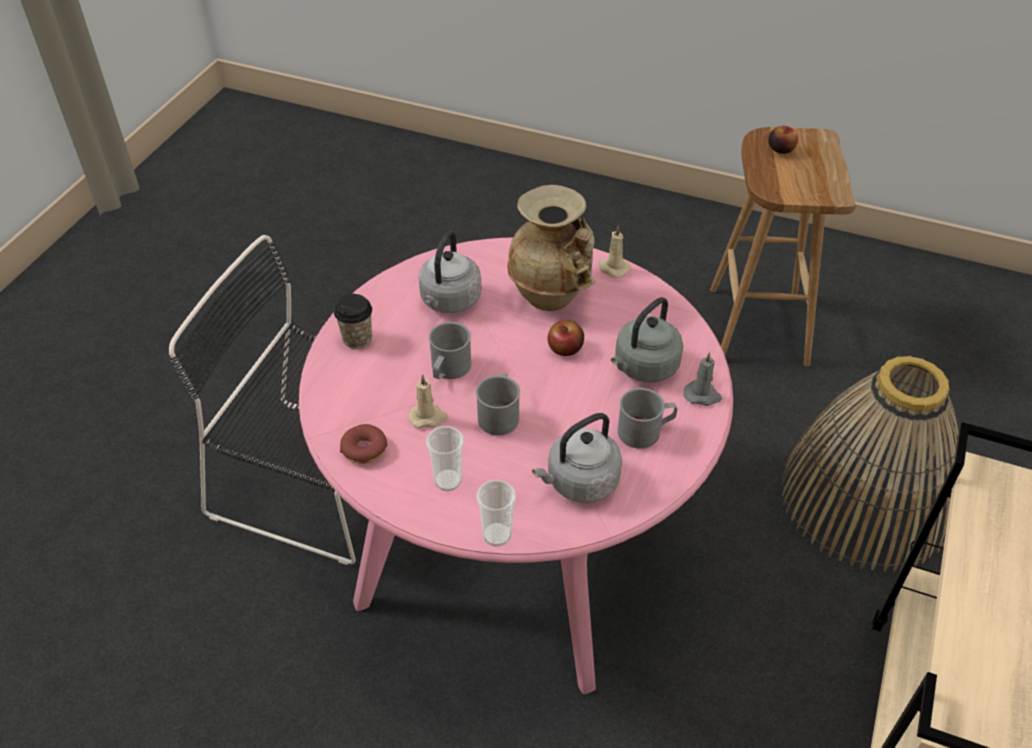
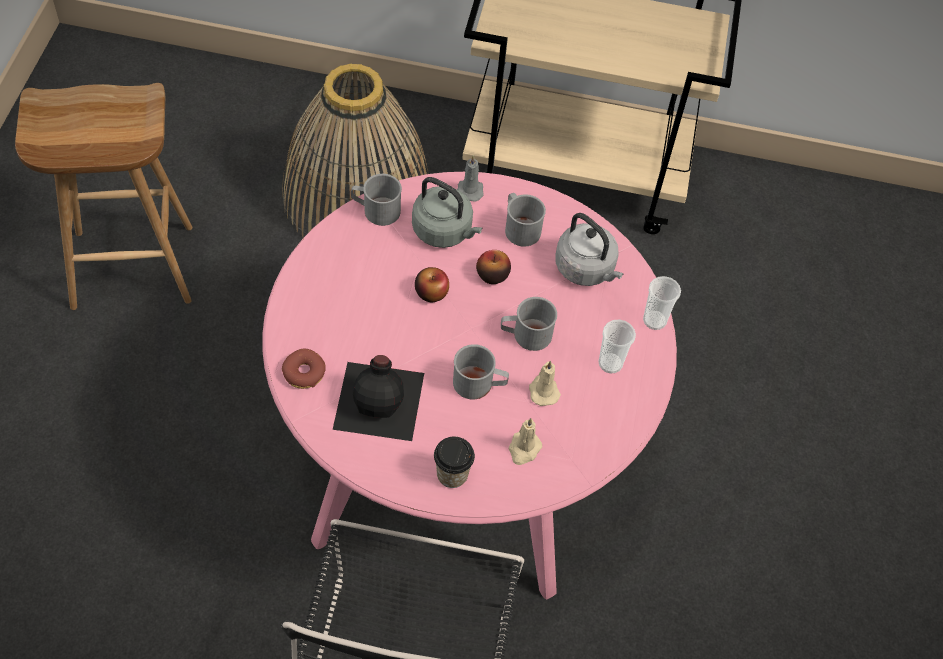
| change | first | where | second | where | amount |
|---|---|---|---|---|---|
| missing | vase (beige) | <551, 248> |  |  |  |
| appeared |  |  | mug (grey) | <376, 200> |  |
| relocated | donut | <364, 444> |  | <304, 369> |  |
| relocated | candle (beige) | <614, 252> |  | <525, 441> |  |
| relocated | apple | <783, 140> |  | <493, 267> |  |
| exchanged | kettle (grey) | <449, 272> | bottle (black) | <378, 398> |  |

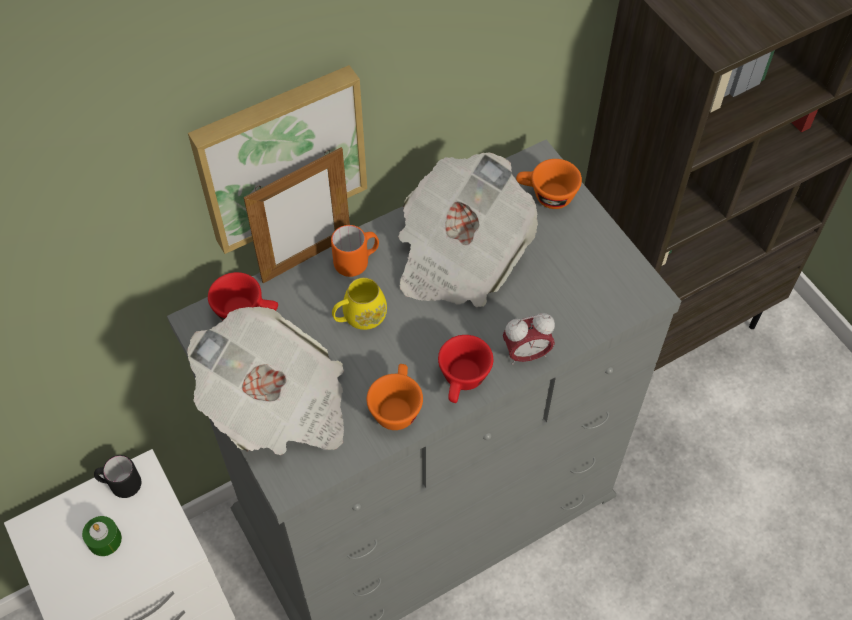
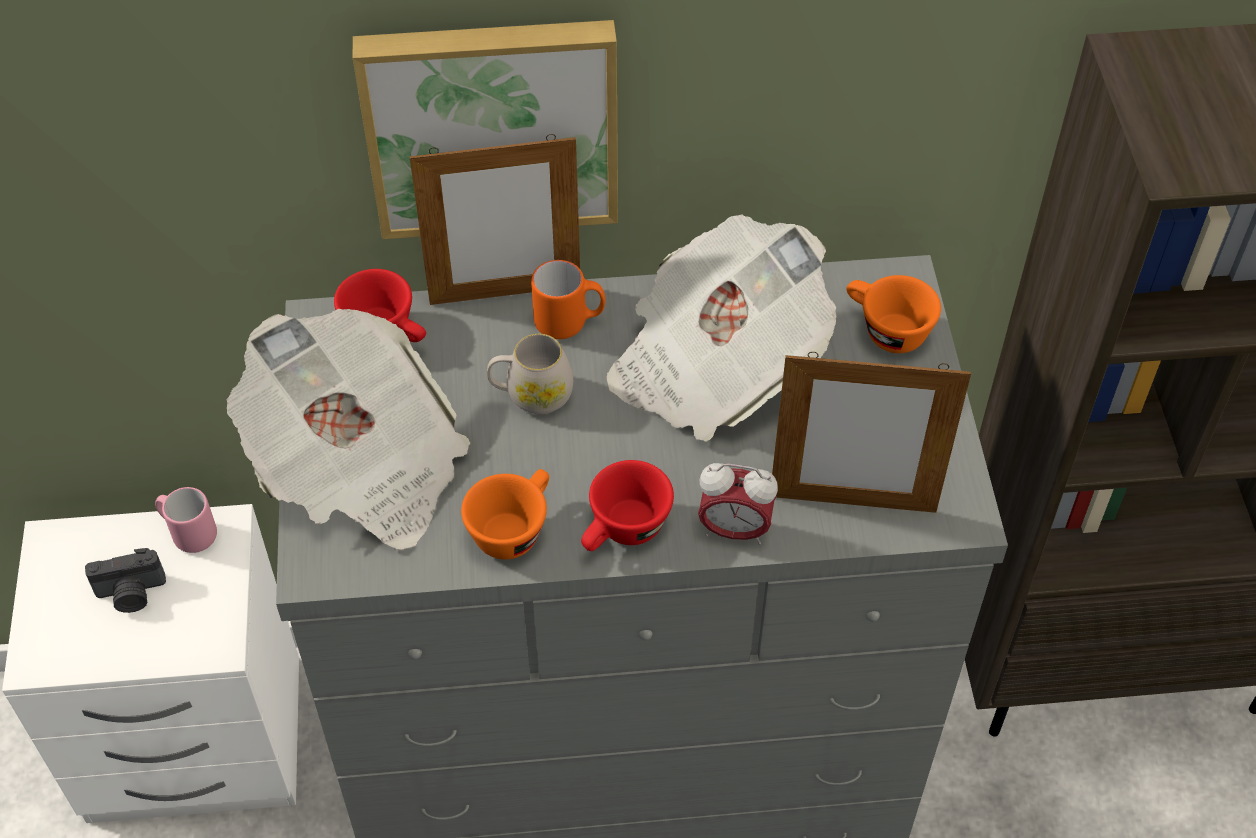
| change | first | where | second | where | amount |
|---|---|---|---|---|---|
| appeared |  |  | picture frame | <871, 432> |  |
| exchanged | candle (green) | <102, 536> | photo camera | <125, 580> |  |
| colour | mug (black) | <117, 476> | mug (pink) | <186, 520> |  |
| colour | mug (yellow) | <359, 304> | mug (white) | <530, 374> |  |

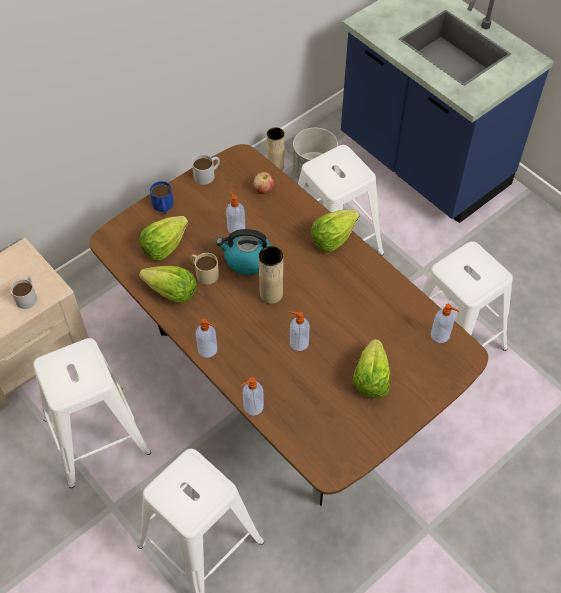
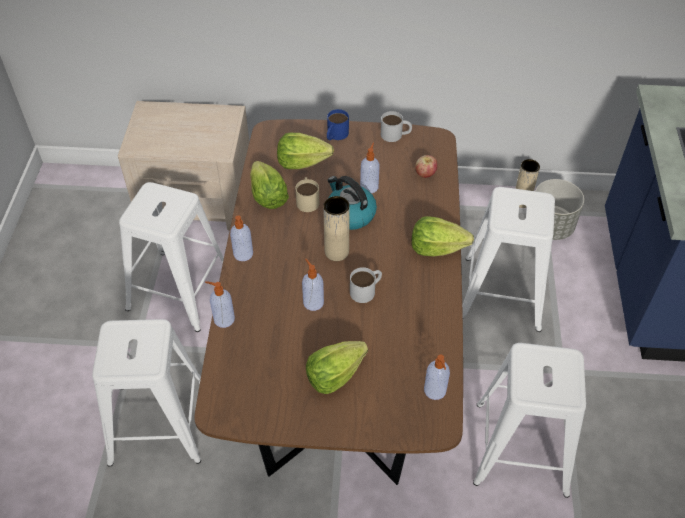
| change | first | where | second | where | amount |
|---|---|---|---|---|---|
| relocated | mug (white) | <24, 292> |  | <366, 285> |  |

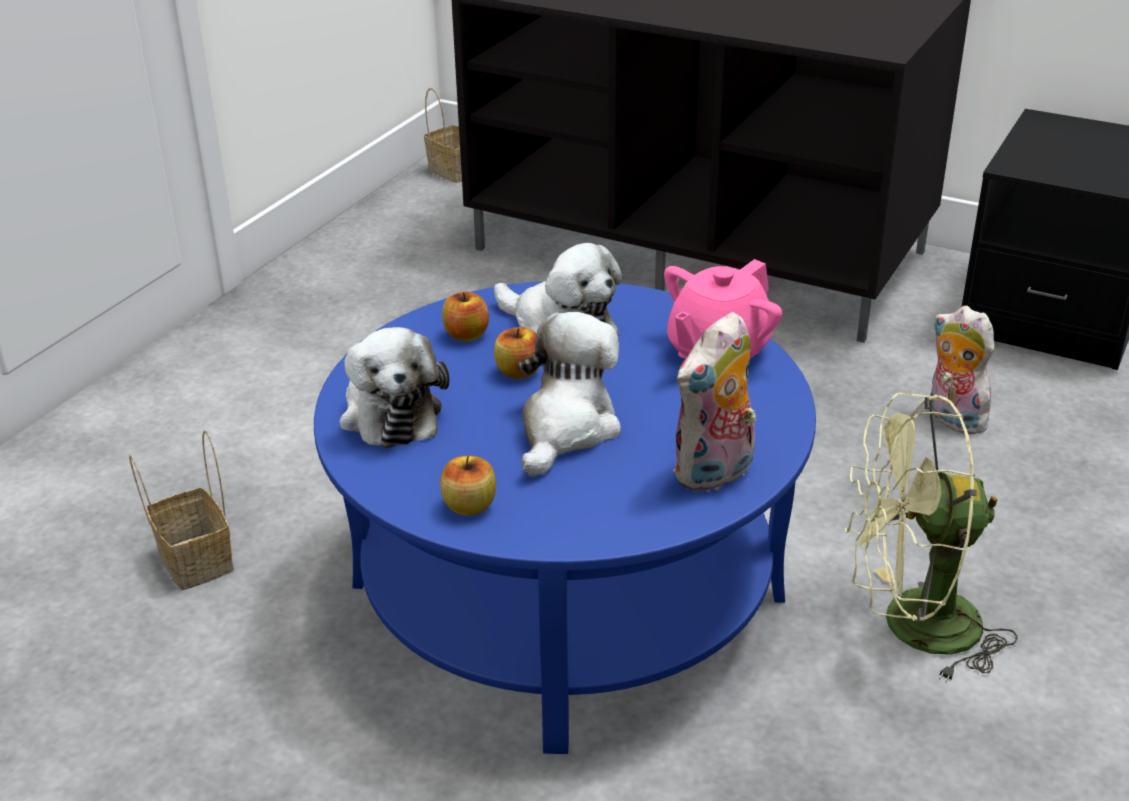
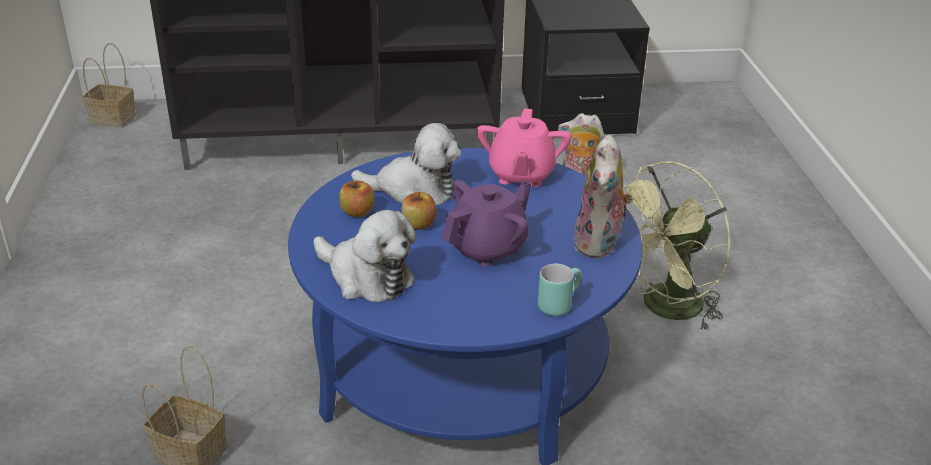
| change | first | where | second | where | amount |
|---|---|---|---|---|---|
| missing | apple | <468, 486> |  |  |  |
| appeared |  |  | mug (turquoise) | <560, 290> |  |
| exchanged | plush toy | <569, 394> | teapot (purple) | <486, 223> |  |

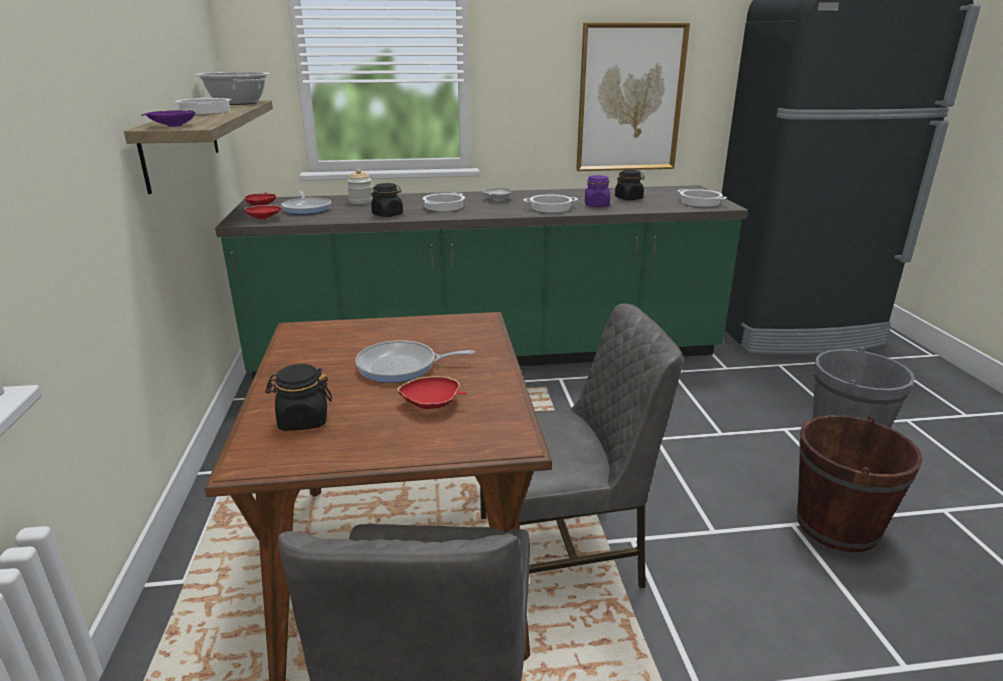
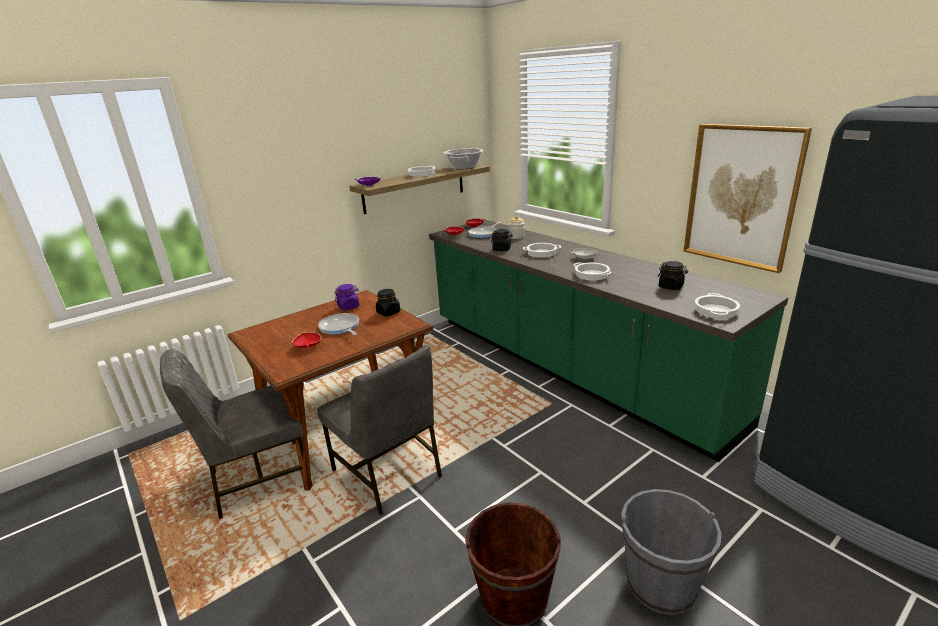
| change | first | where | second | where | amount |
|---|---|---|---|---|---|
| relocated | jar (black) | <298, 397> |  | <388, 302> |  |
| relocated | jar (purple) | <597, 191> |  | <347, 297> |  |

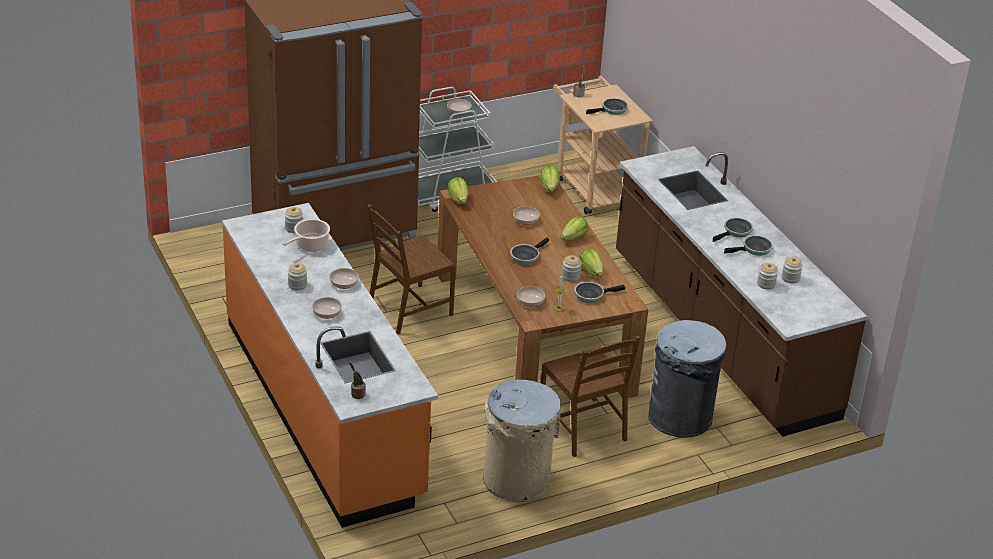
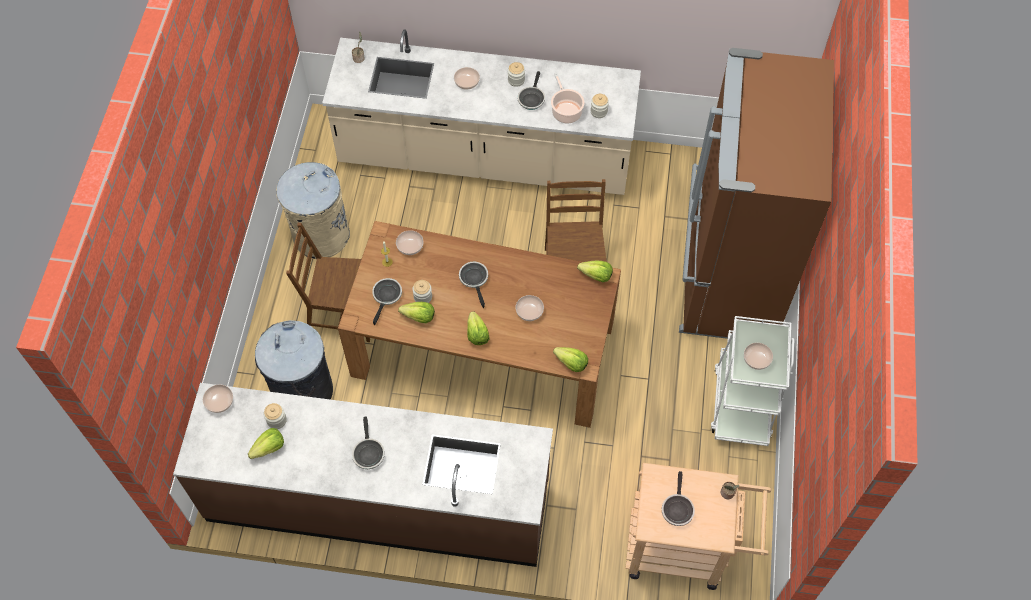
| change | first | where | second | where | amount |
|---|---|---|---|---|---|
| relocated | bowl | <344, 278> |  | <218, 399> |  |
| relocated | frying pan | <748, 245> |  | <531, 90> |  |
| exchanged | jar | <792, 270> | lettuce | <266, 443> |  |
| colour | counter (orange) | <330, 365> | counter (beige) | <481, 112> |  |

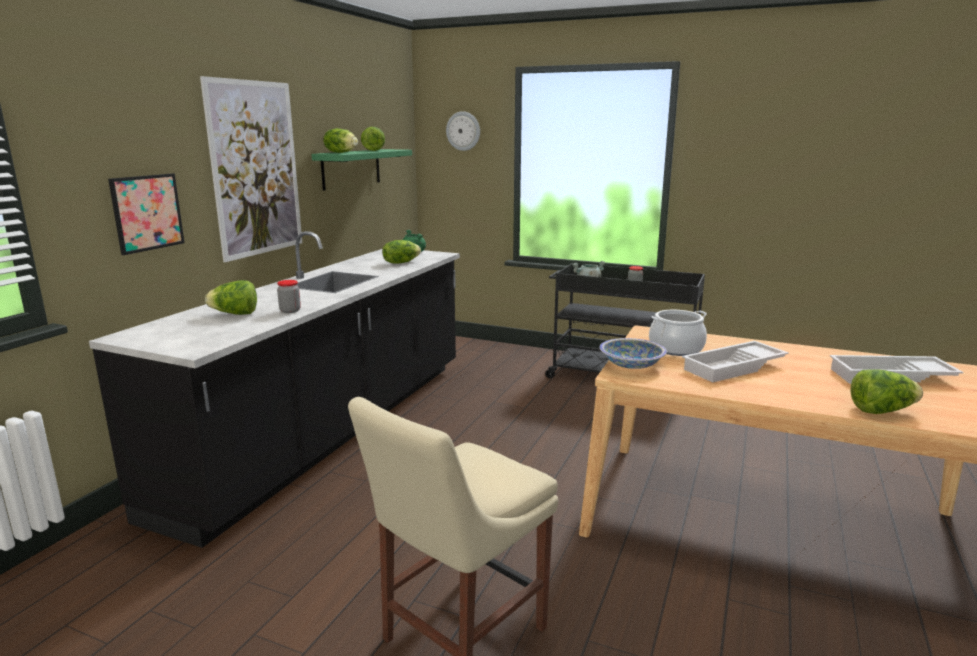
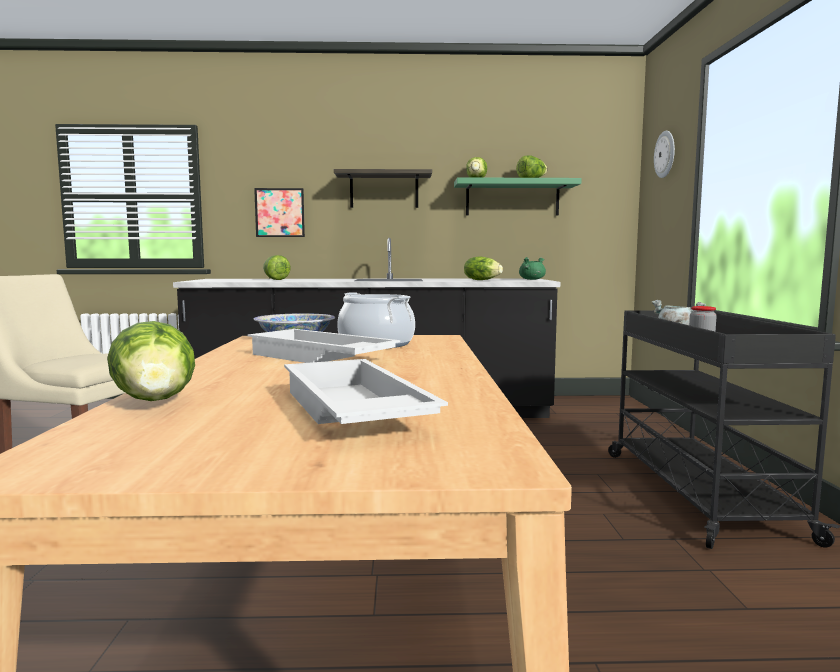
| change | first | where | second | where | amount |
|---|---|---|---|---|---|
| missing | jar | <289, 296> |  |  |  |
| exchanged | picture | <251, 169> | shelf | <383, 188> |  |

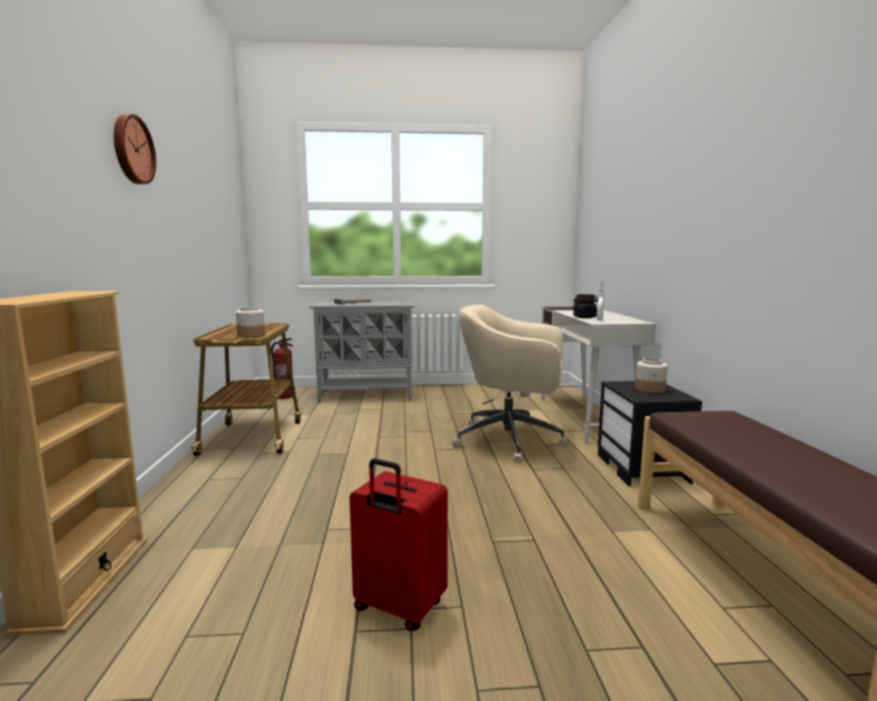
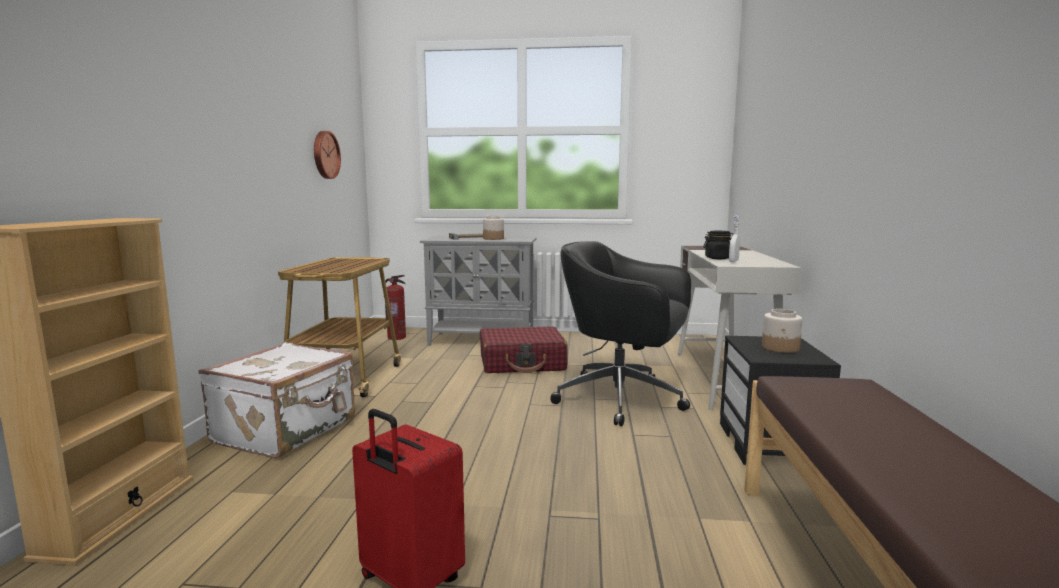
| change | first | where | second | where | amount |
|---|---|---|---|---|---|
| appeared |  |  | suitcase (white) | <276, 400> |  |
| appeared |  |  | suitcase (red) | <524, 349> |  |
| relocated | wall clock | <135, 149> |  | <327, 155> |  |
| relocated | jar | <250, 322> |  | <493, 228> |  |
| colour | office chair (beige) | <511, 384> | office chair (black) | <620, 333> |  |

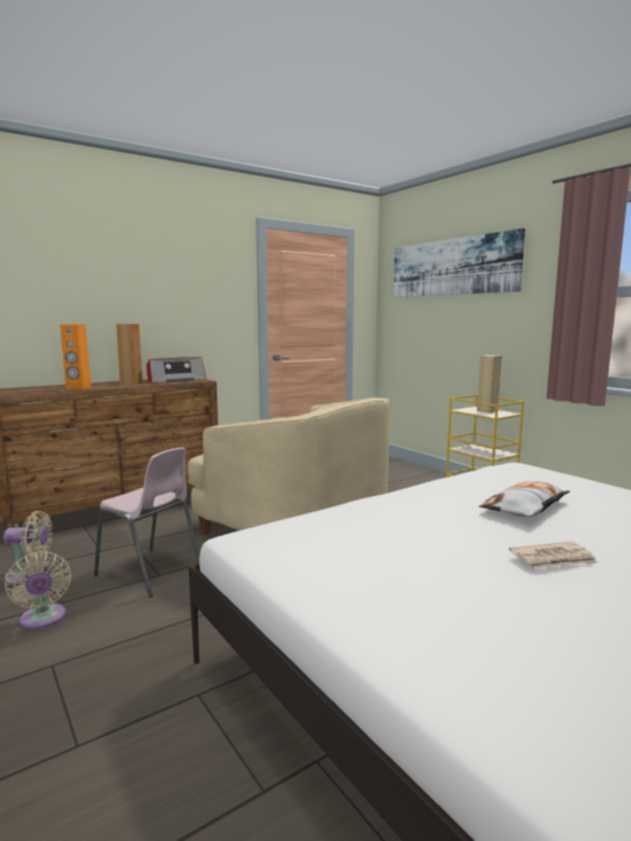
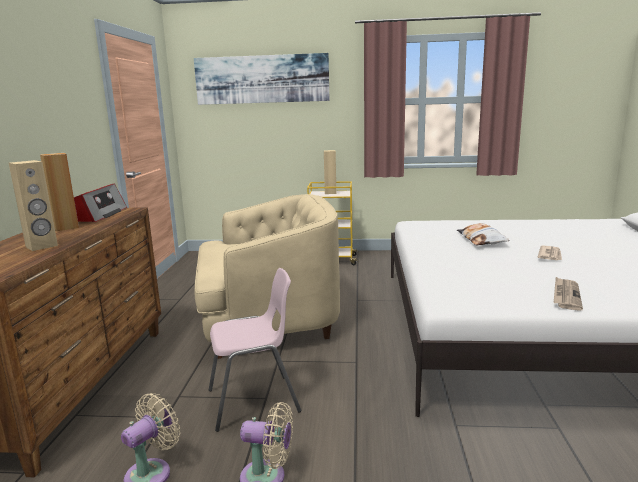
| change | first | where | second | where | amount |
|---|---|---|---|---|---|
| appeared |  |  | newspaper | <568, 294> |  |
| colour | speaker (orange) | <75, 357> | speaker (beige) | <33, 205> |  |

